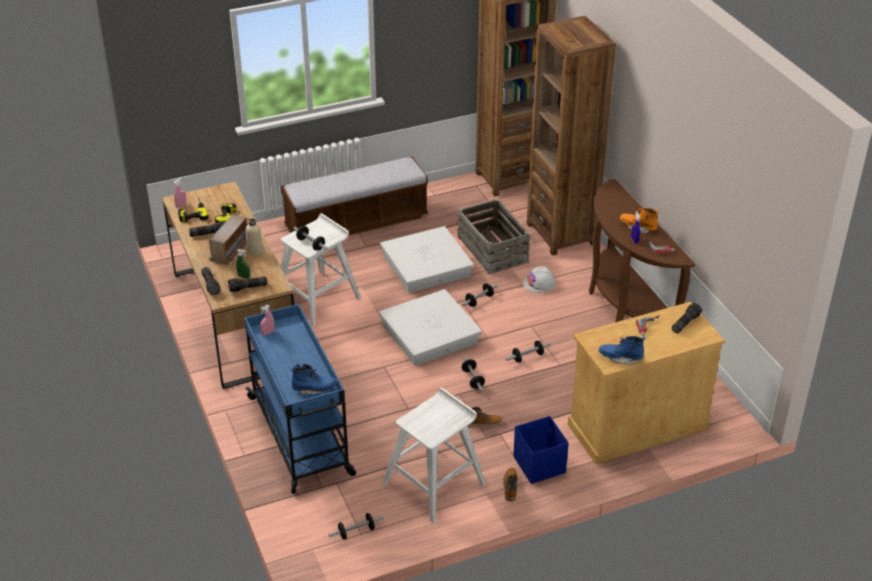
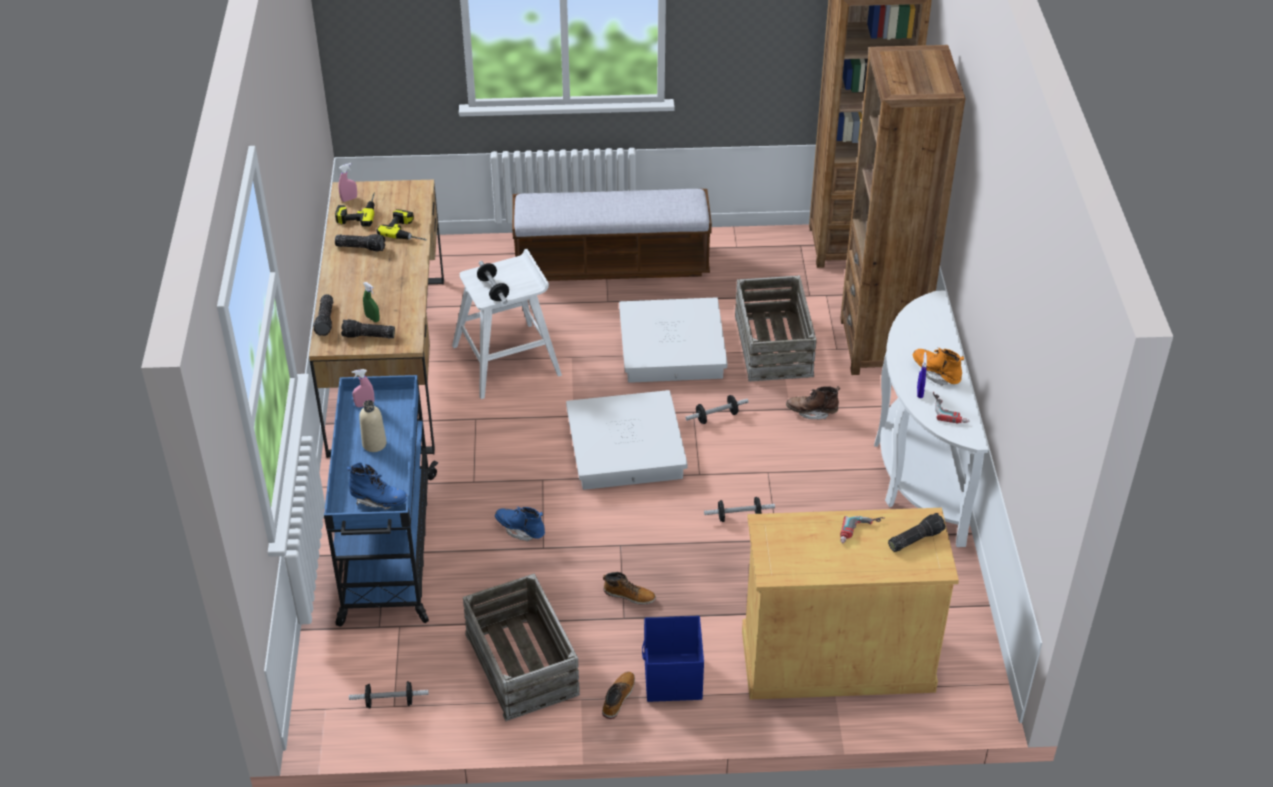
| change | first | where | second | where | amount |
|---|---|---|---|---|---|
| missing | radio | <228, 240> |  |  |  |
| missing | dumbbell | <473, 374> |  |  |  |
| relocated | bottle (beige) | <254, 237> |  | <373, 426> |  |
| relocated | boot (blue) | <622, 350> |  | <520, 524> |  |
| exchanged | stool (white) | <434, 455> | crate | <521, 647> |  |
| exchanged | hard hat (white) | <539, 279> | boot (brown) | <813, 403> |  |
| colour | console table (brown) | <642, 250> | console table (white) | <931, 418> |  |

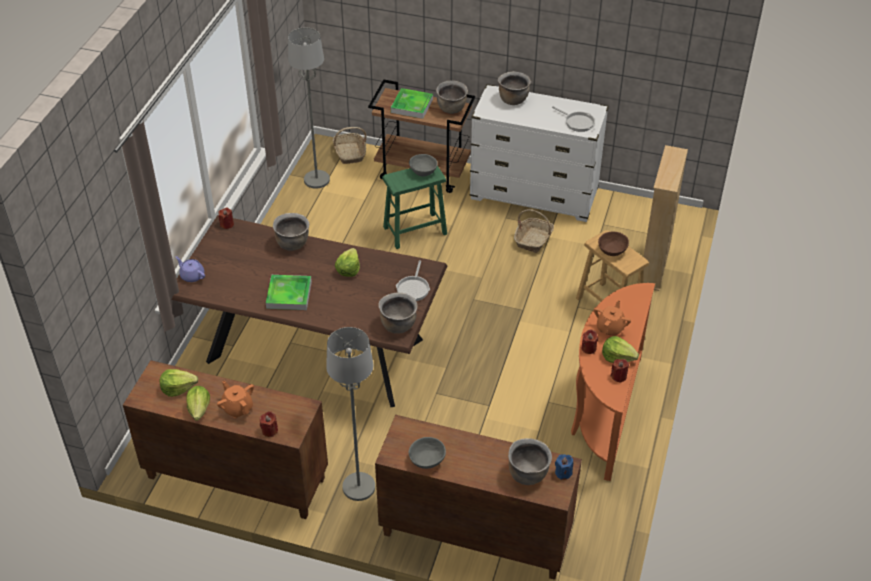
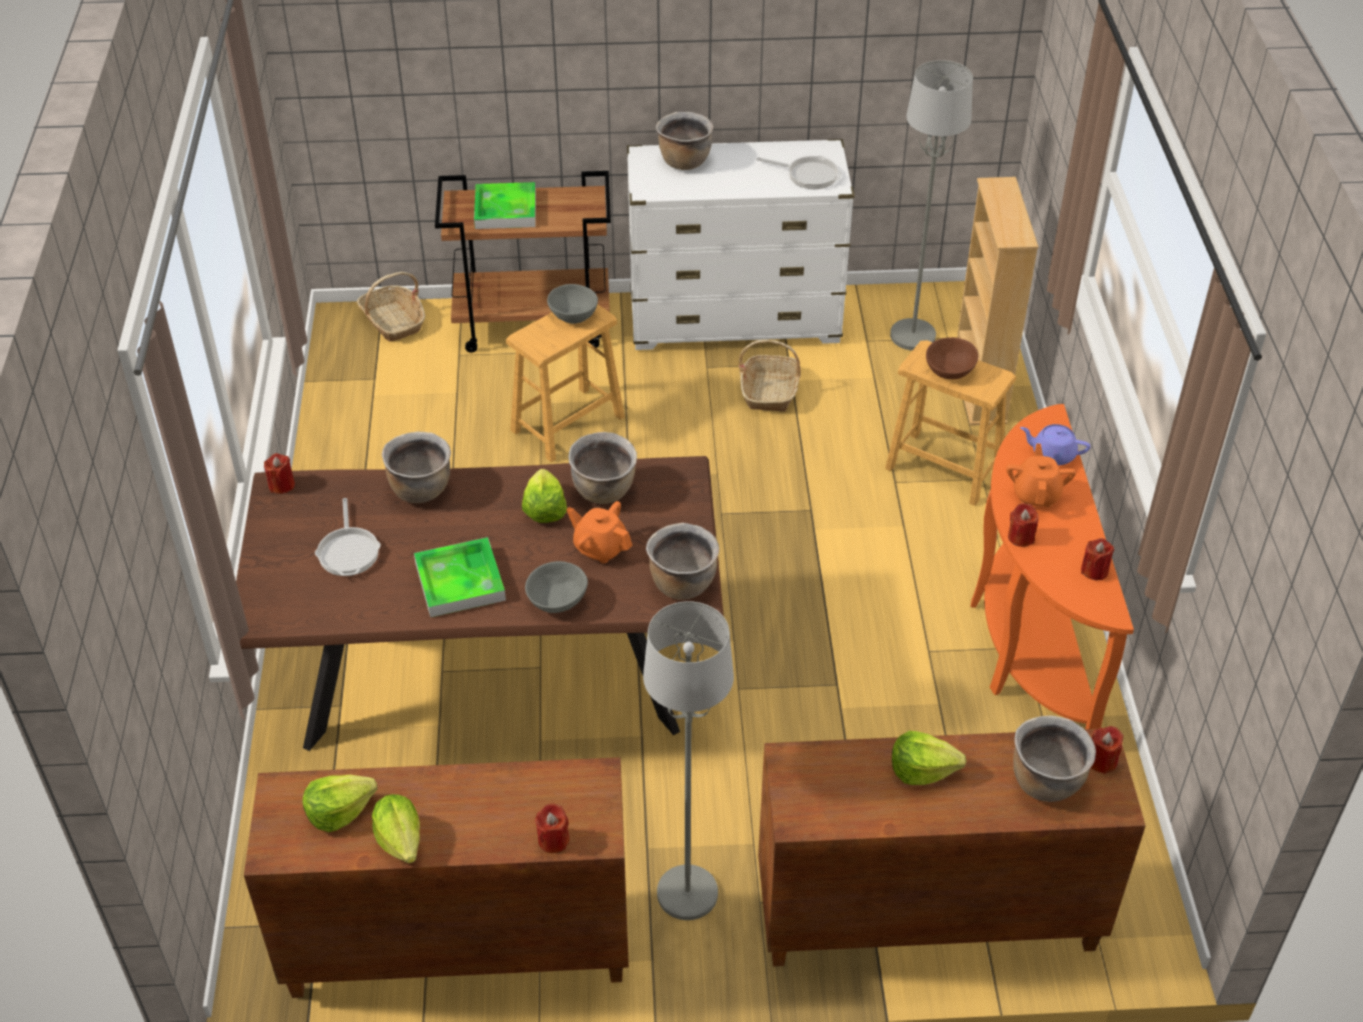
| change | first | where | second | where | amount |
|---|---|---|---|---|---|
| relocated | teapot (purple) | <190, 269> |  | <1055, 444> |  |
| relocated | teapot (orange) | <235, 399> |  | <600, 532> |  |
| relocated | floor lamp (grey) | <309, 108> |  | <931, 205> |  |
| relocated | frying pan | <413, 280> |  | <348, 537> |  |
| relocated | bowl (grey) | <427, 453> |  | <556, 587> |  |
| relocated | cooking pot (brown) | <452, 97> |  | <602, 468> |  |
| relocated | lettuce | <620, 349> |  | <929, 758> |  |
| colour | stool (green) | <414, 207> | stool (brown) | <565, 383> |  |
| colour | candle (blue) | <564, 467> | candle (red) | <1107, 750> |  |

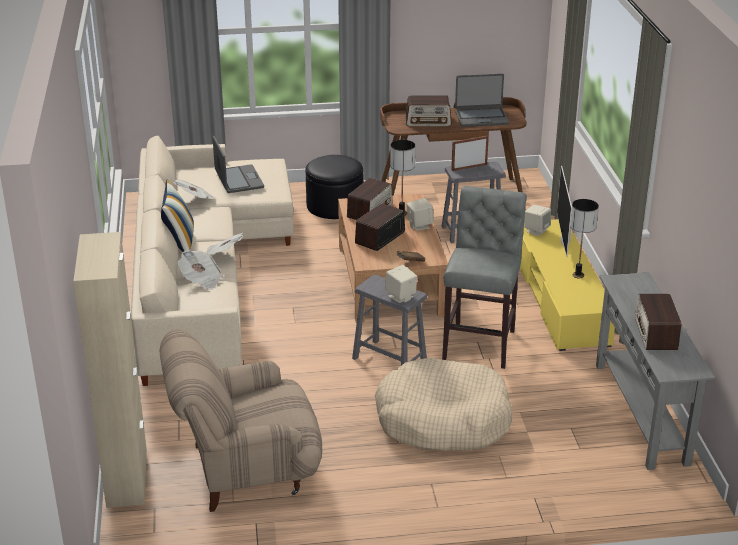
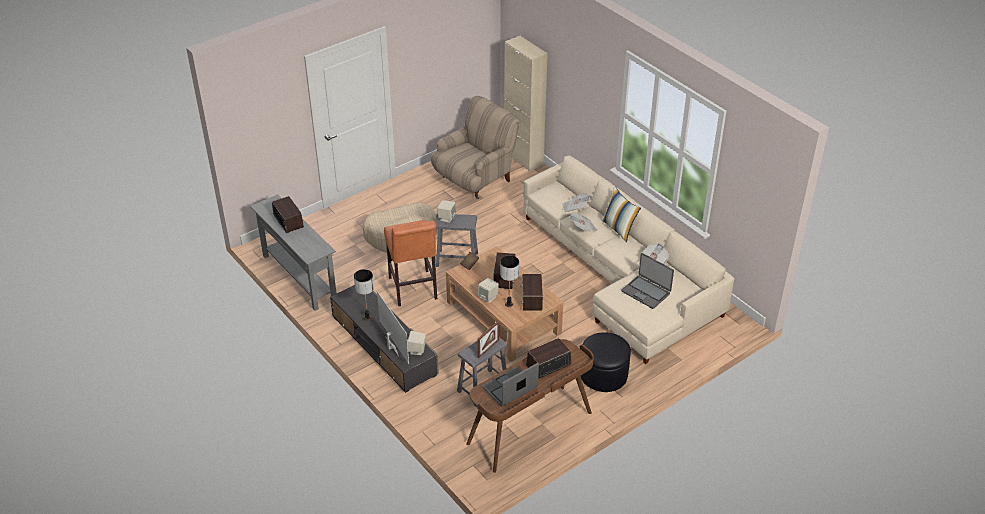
| change | first | where | second | where | amount |
|---|---|---|---|---|---|
| colour | stool (grey) | <484, 277> | stool (orange) | <410, 263> |  |
| colour | tv stand (yellow) | <567, 285> | tv stand (grey) | <384, 339> |  |

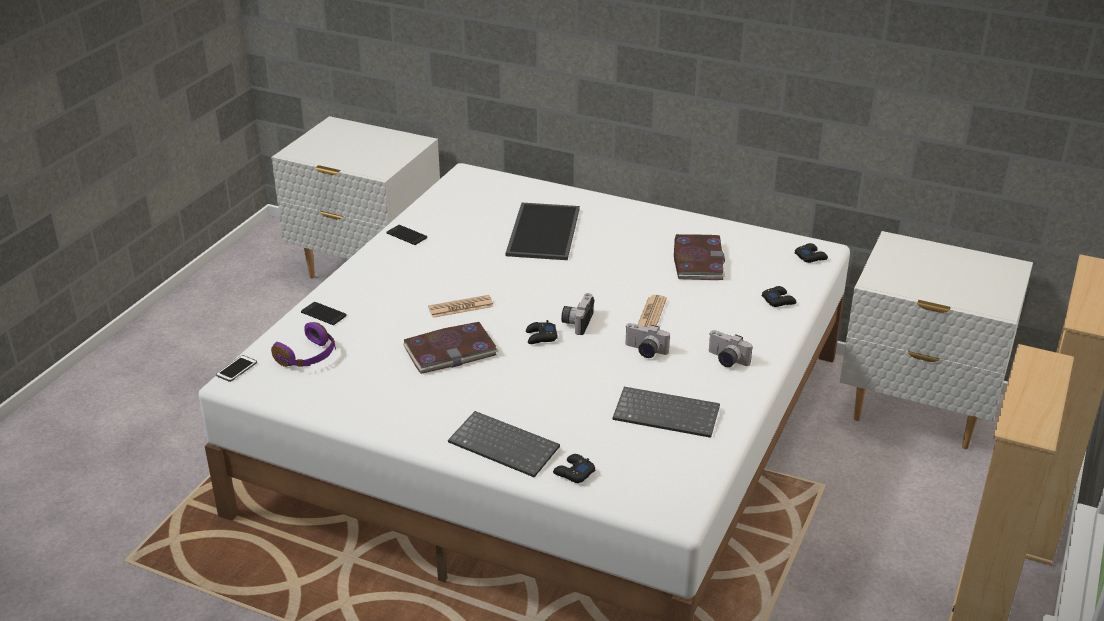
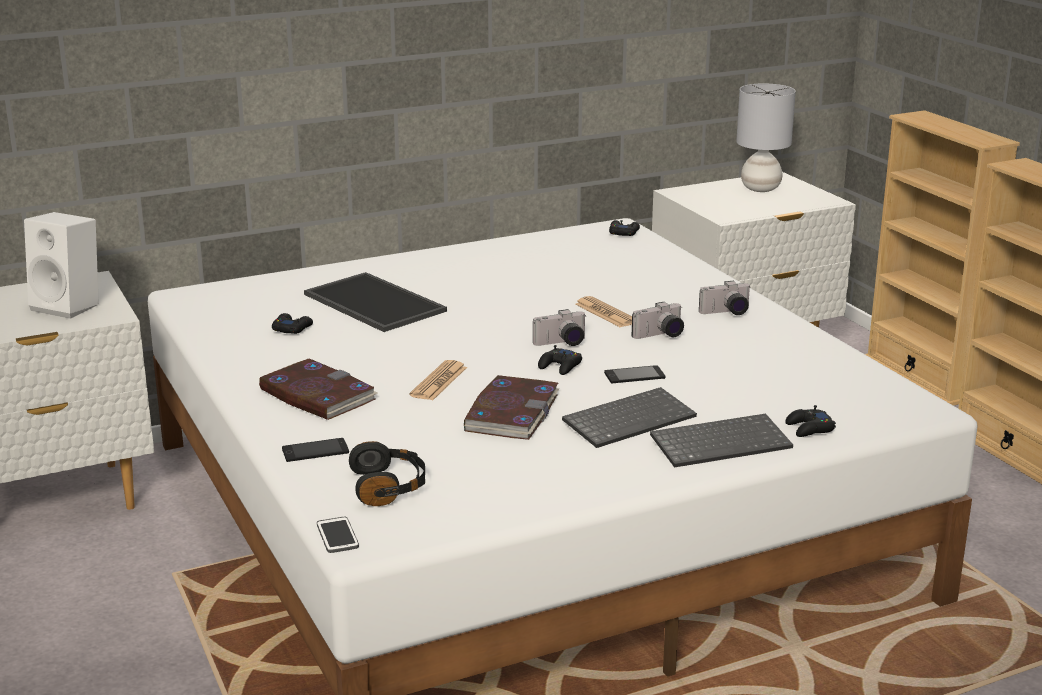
| change | first | where | second | where | amount |
|---|---|---|---|---|---|
| appeared |  |  | speaker (white) | <61, 265> |  |
| appeared |  |  | table lamp (grey) | <766, 137> |  |
| relocated | phone | <407, 235> |  | <634, 374> |  |
| relocated | keyboard | <666, 412> |  | <629, 417> |  |
| relocated | book | <699, 257> |  | <318, 389> |  |
| relocated | game controller (black) | <779, 296> |  | <292, 323> |  |
| colour | headphones (purple) | <303, 344> | headphones (black) | <387, 473> |  |
| spun | photo camera | <577, 314> |  | <560, 327> | 75 degrees counterclockwise |

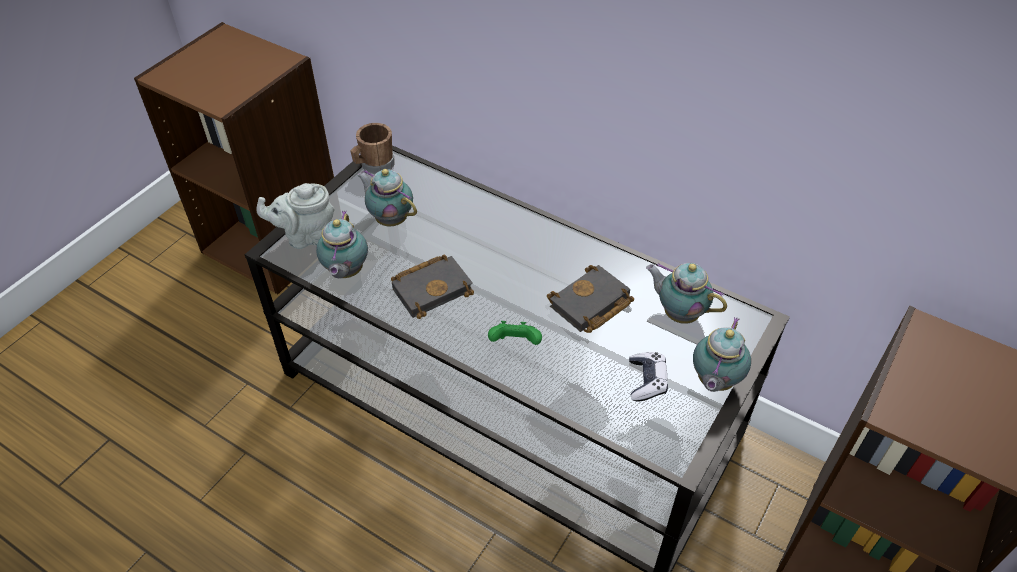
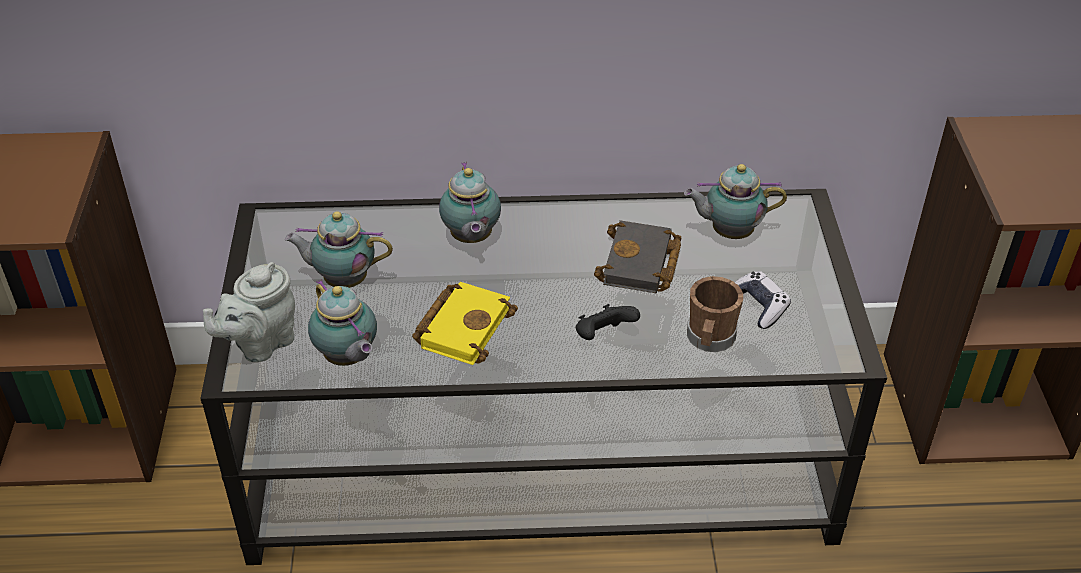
| change | first | where | second | where | amount |
|---|---|---|---|---|---|
| relocated | mug (brown) | <372, 148> |  | <715, 314> |  |
| relocated | teapot | <722, 354> |  | <470, 202> |  |
| colour | book (black) | <432, 286> | book (yellow) | <465, 323> |  |
| colour | game controller (green) | <515, 333> | game controller (black) | <608, 322> |  |

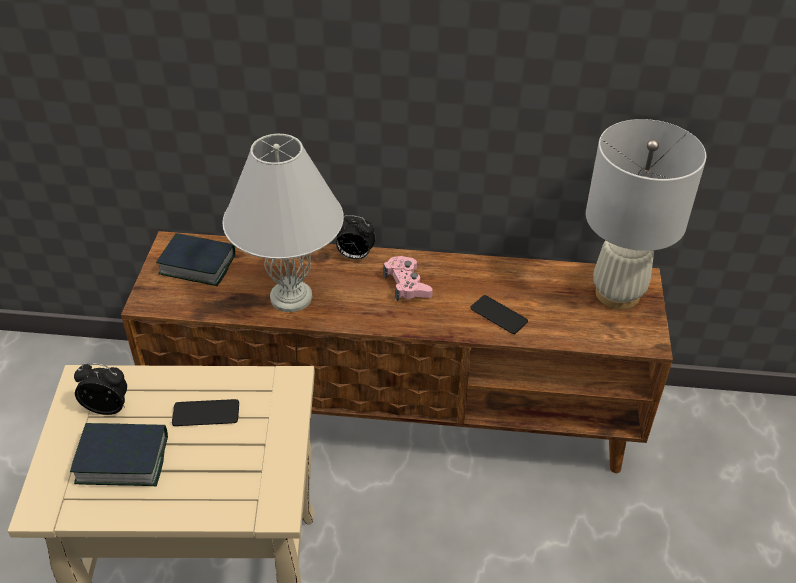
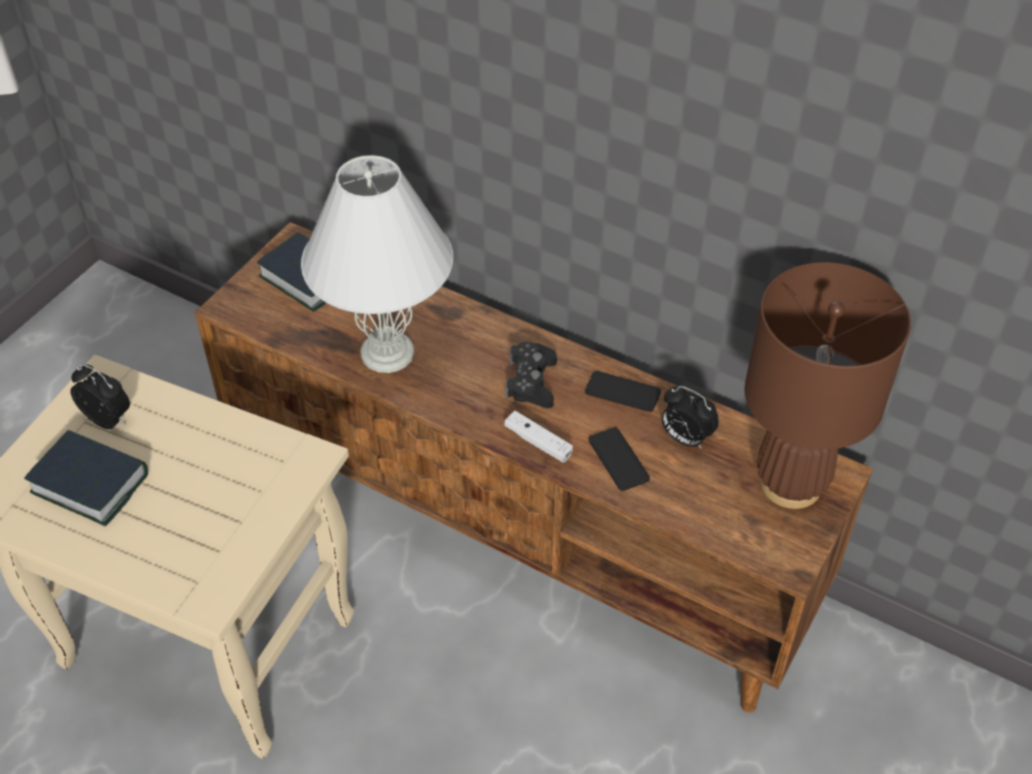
| change | first | where | second | where | amount |
|---|---|---|---|---|---|
| appeared |  |  | game controller (white) | <539, 437> |  |
| relocated | phone | <205, 412> |  | <623, 391> |  |
| relocated | alarm clock | <356, 237> |  | <690, 417> |  |
| colour | game controller (pink) | <408, 278> | game controller (black) | <531, 375> |  |
| colour | table lamp (white) | <646, 214> | table lamp (brown) | <828, 385> |  |

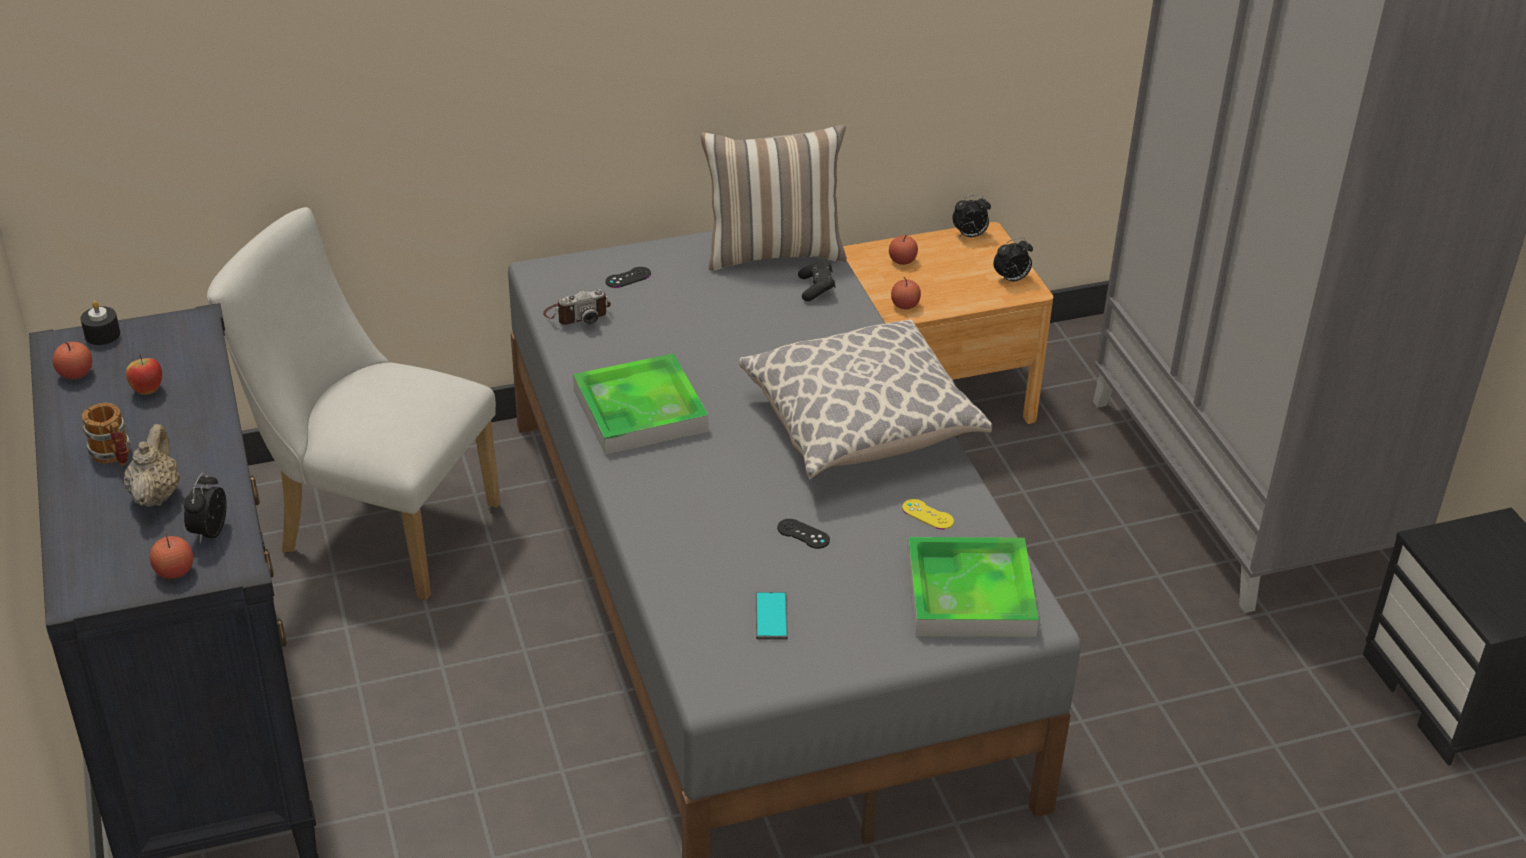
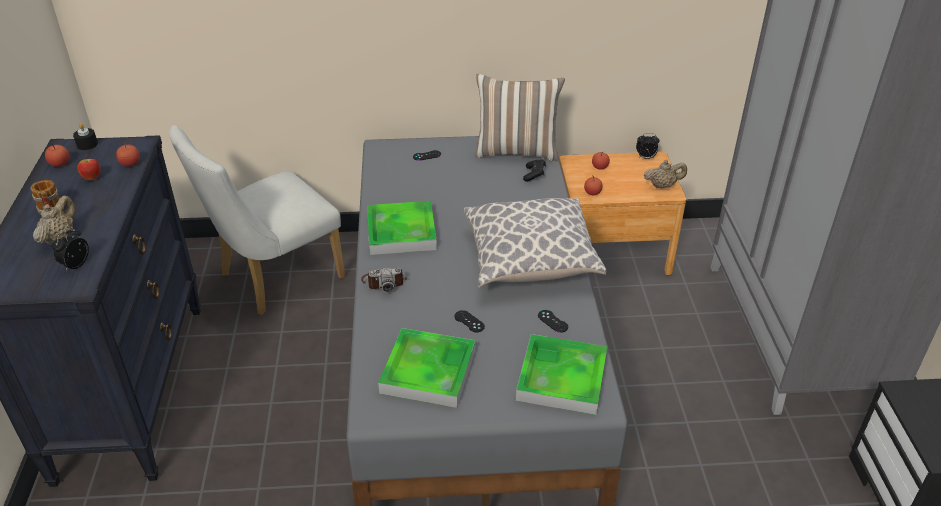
| change | first | where | second | where | amount |
|---|---|---|---|---|---|
| relocated | apple | <171, 556> |  | <128, 154> |  |
| relocated | photo camera | <577, 307> |  | <384, 279> |  |
| exchanged | phone | <772, 616> | tray | <427, 368> |  |
| exchanged | alarm clock | <1013, 260> | teapot (beige) | <665, 174> |  |
| colour | game controller (yellow) | <928, 514> | game controller (black) | <553, 321> |  |
| spun | chair (white) | <353, 403> |  | <257, 220> | 75 degrees counterclockwise |

